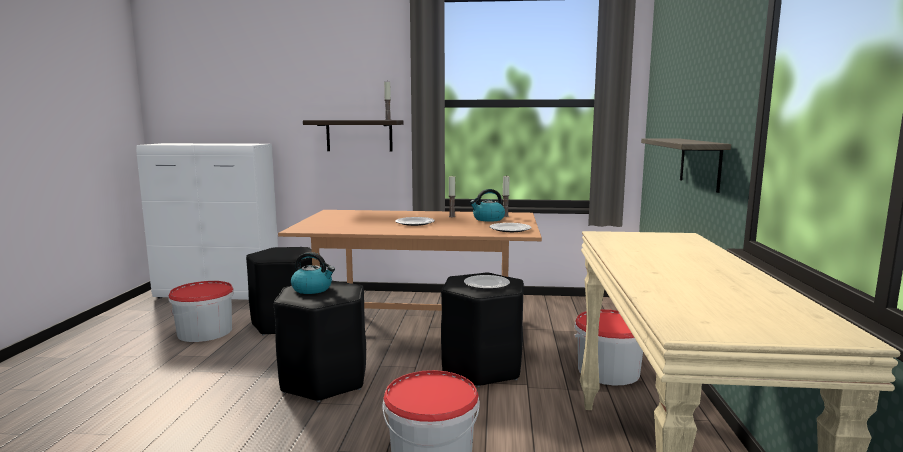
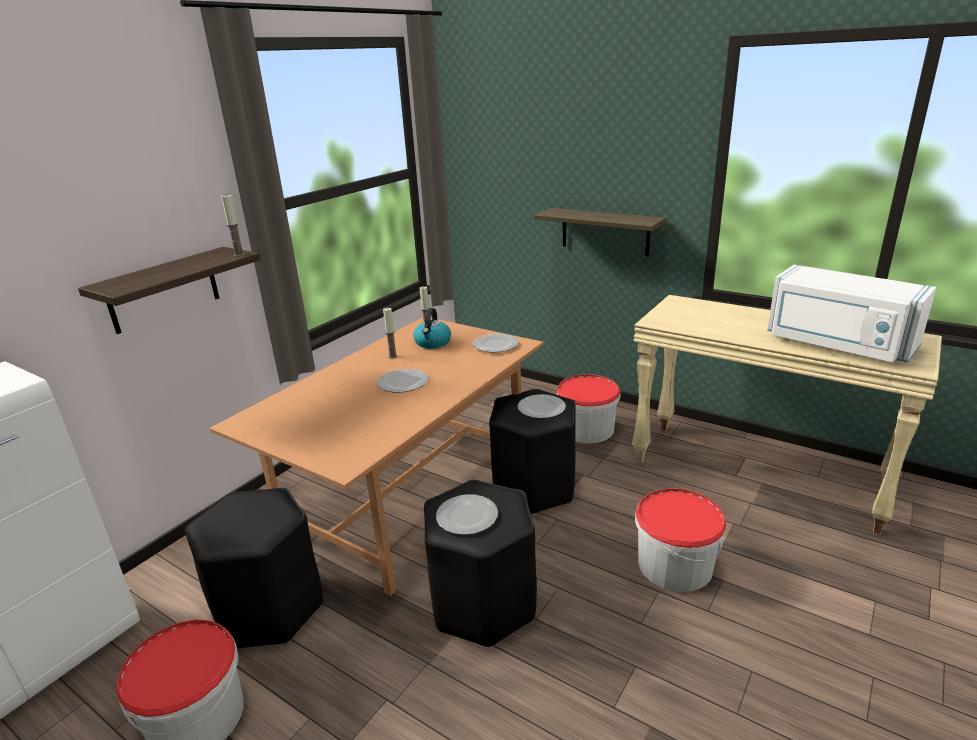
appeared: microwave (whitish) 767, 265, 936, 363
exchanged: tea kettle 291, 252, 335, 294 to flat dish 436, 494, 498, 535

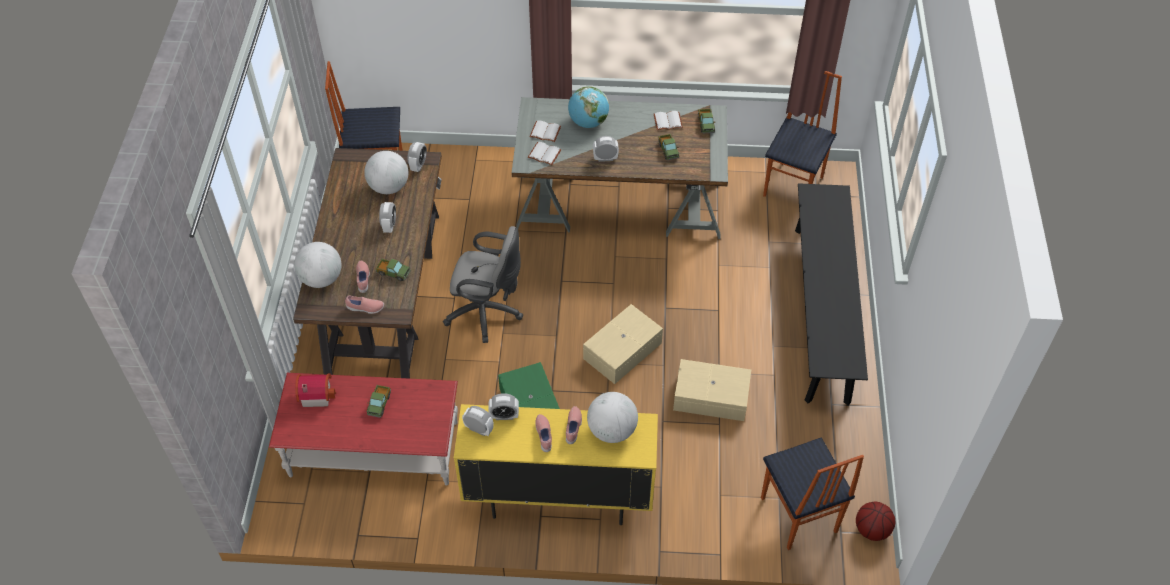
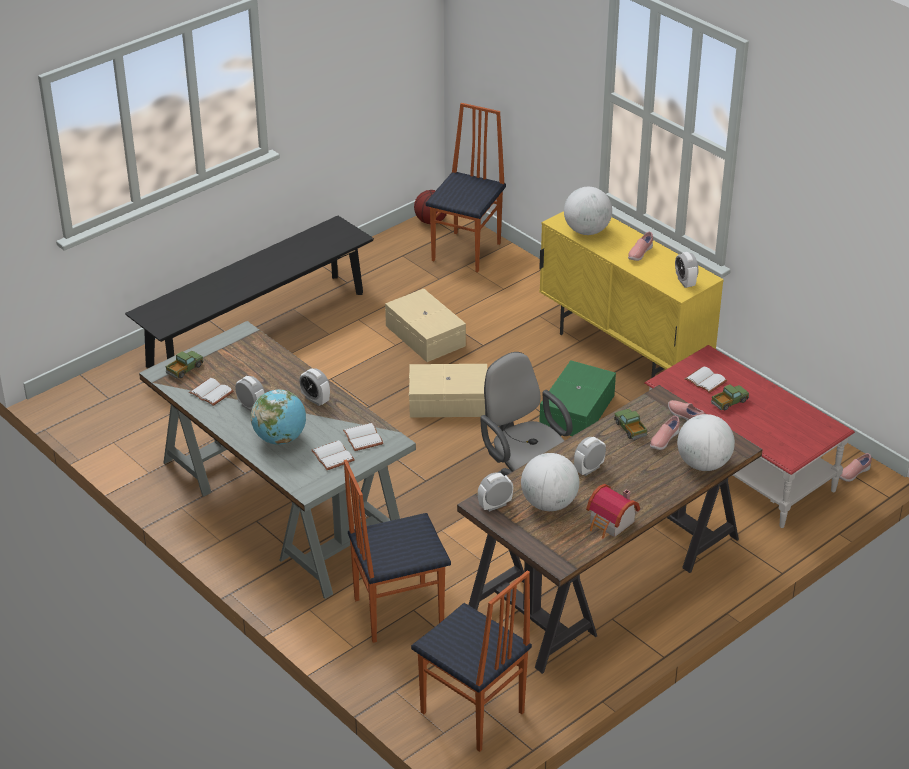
missing: model truck 658, 134, 679, 160
appeared: book (whitish) 684, 366, 728, 393
relocated: plain chair 763, 71, 842, 197 to 344, 460, 451, 643; miniature house 295, 373, 336, 407 to 586, 484, 640, 539; bedside clock 488, 393, 519, 420 to 235, 376, 265, 411; item of footwear (pink-coloured) 566, 406, 582, 444 to 839, 453, 872, 482

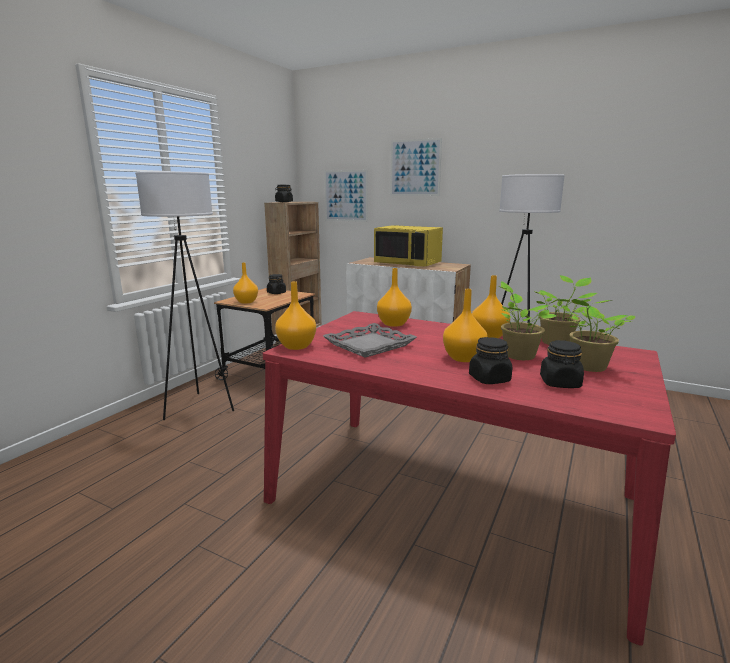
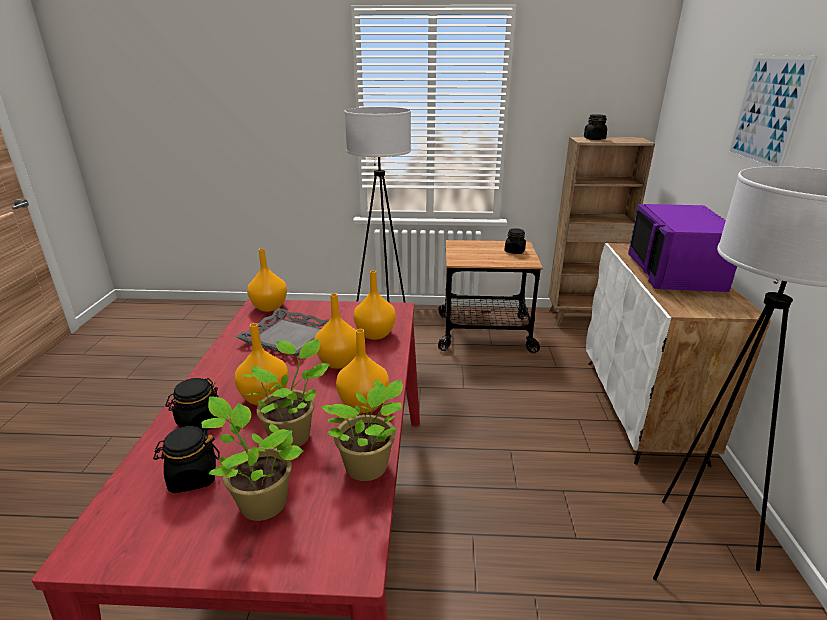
missing: wall art 324, 170, 368, 222
relocated: vase (orangey) 233, 263, 258, 304 to 314, 293, 357, 369
colour: microwave (yellowish) 374, 225, 443, 267 to microwave (purple-coloured) 628, 204, 737, 292

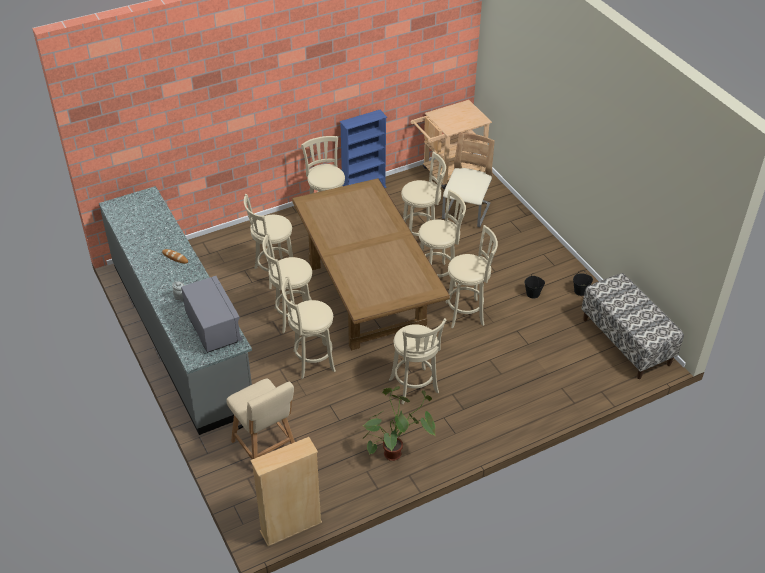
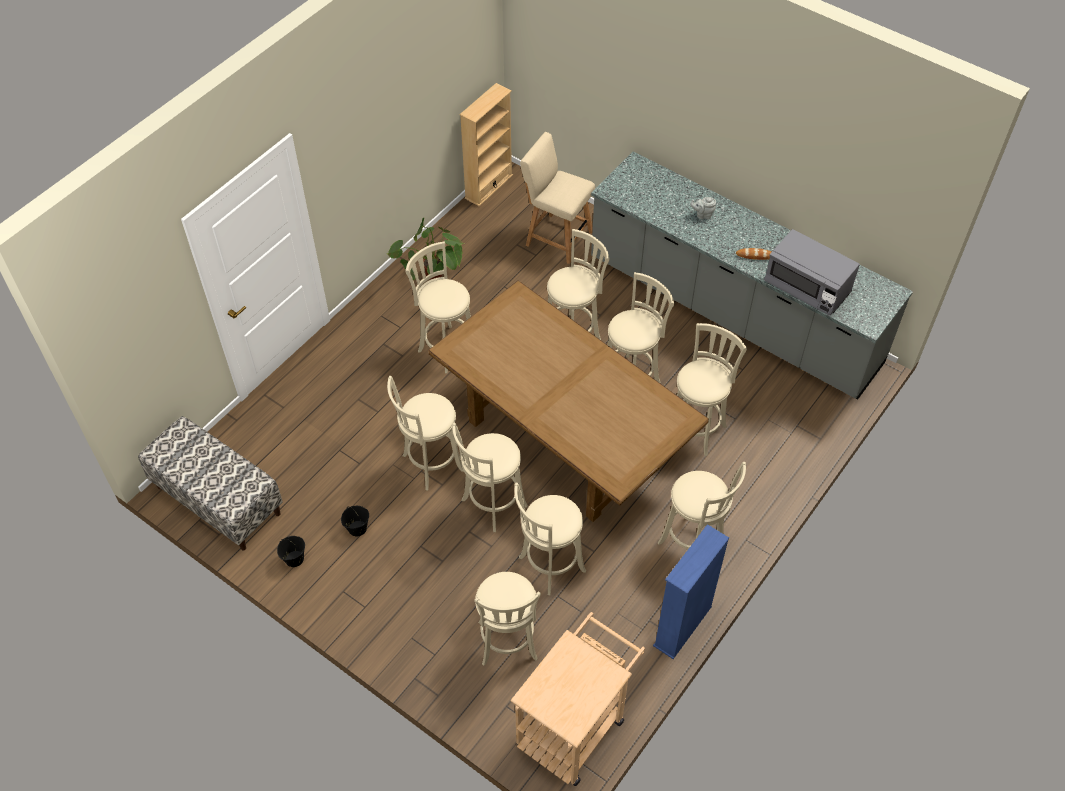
relocated: microwave (greyish) 181, 276, 242, 353 to 764, 229, 860, 316
exchanged: plain chair (sand-coloured) 442, 133, 495, 227 to stool seat (sand-coloured) 474, 572, 541, 666

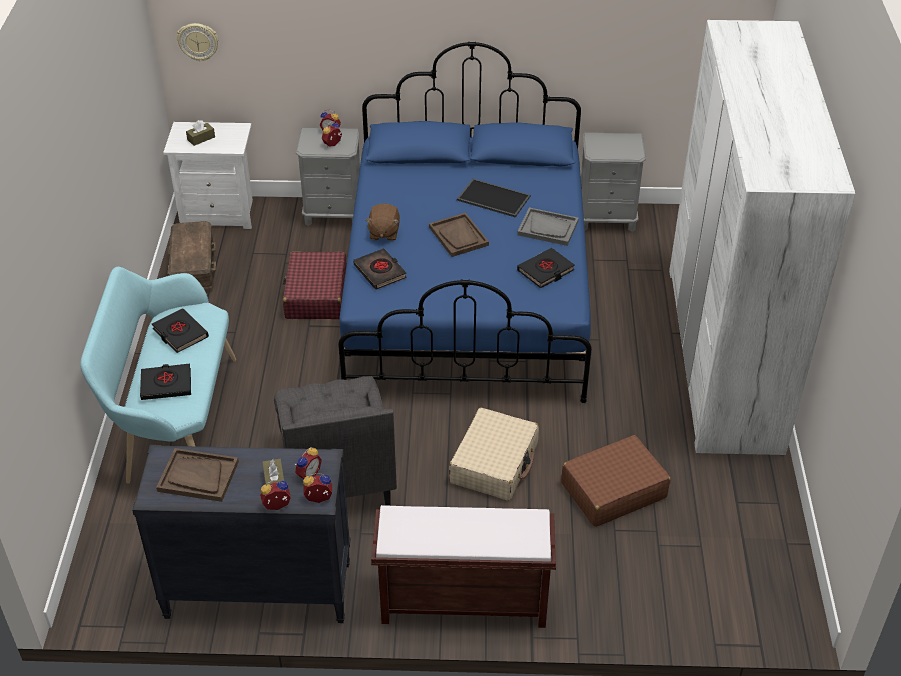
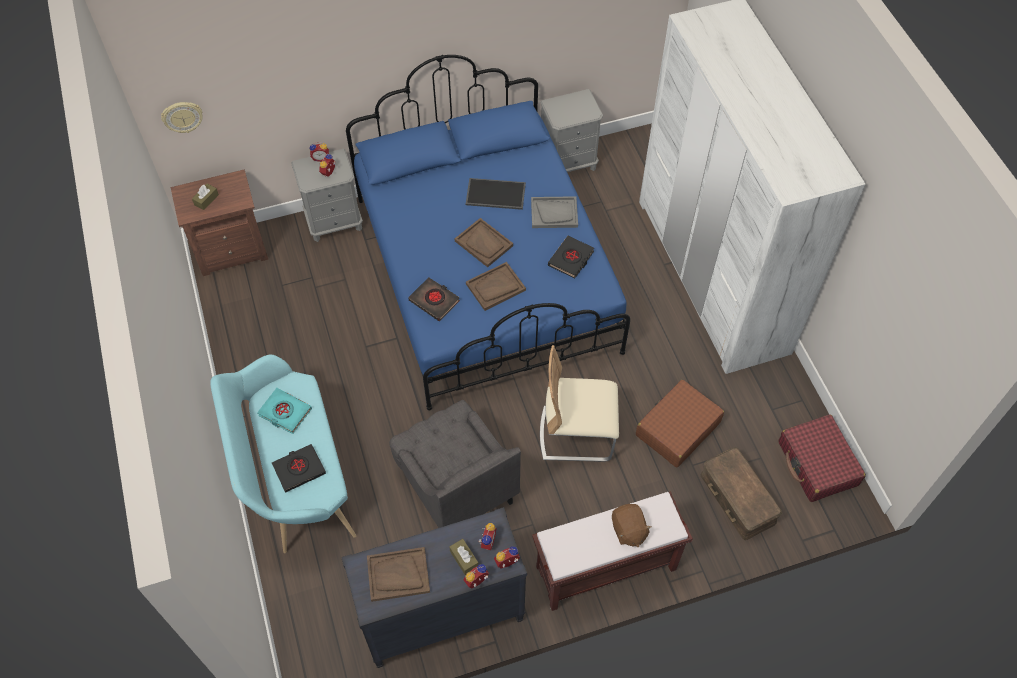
appeared: serving tray (brownish) 466, 262, 526, 311
relocated: cuddly toy (brownish) 365, 203, 400, 241 to 612, 504, 651, 547; storage container (brownish) 168, 221, 216, 293 to 700, 447, 782, 540; suitcase (reddish) 283, 251, 347, 319 to 778, 414, 866, 502
exchanged: suitcase (sand-coloured) 449, 407, 539, 501 to plain chair (sand-coloured) 540, 345, 619, 462
colour: bedside table (whitish) 163, 122, 253, 229 to bedside table (brownish) 171, 169, 268, 276; book (blackish) 152, 308, 209, 353 to book (turquoise-coloured) 257, 388, 312, 434

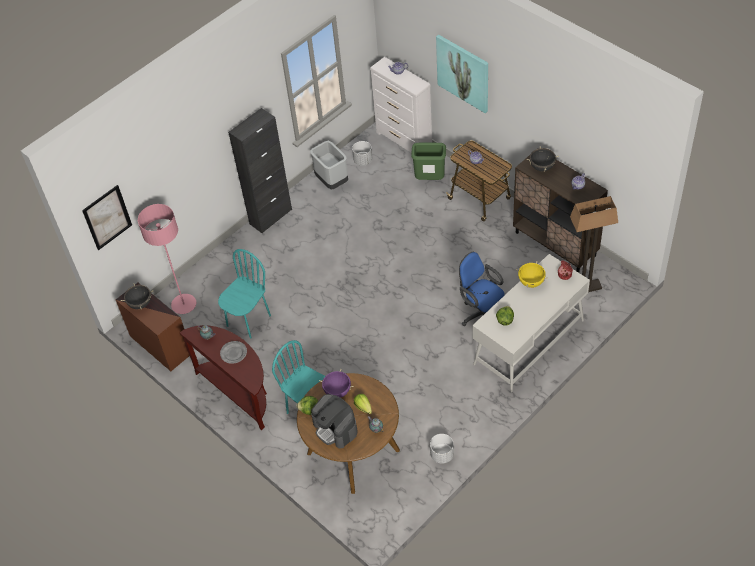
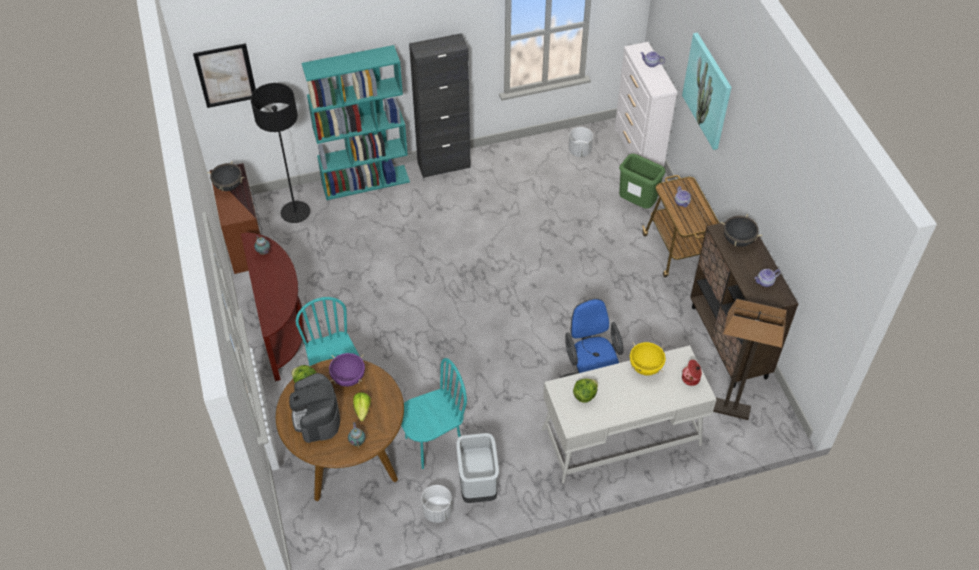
missing: flat dish (greyish) 220, 341, 247, 364
appeared: shelving unit (turquoise-coloured) 302, 45, 410, 200
relocated: trash can (greyish) 310, 141, 348, 190 to 456, 433, 499, 503; plain chair (turquoise-coloured) 218, 249, 271, 339 to 401, 358, 467, 469
colour: standard lamp (pink-coloured) 138, 204, 196, 314 to standard lamp (blackish) 251, 83, 310, 223

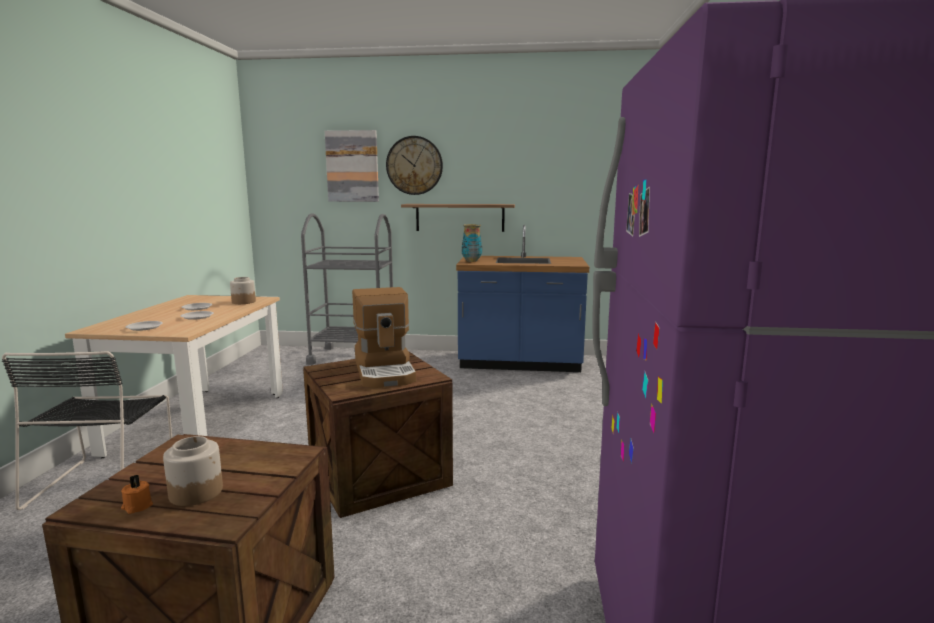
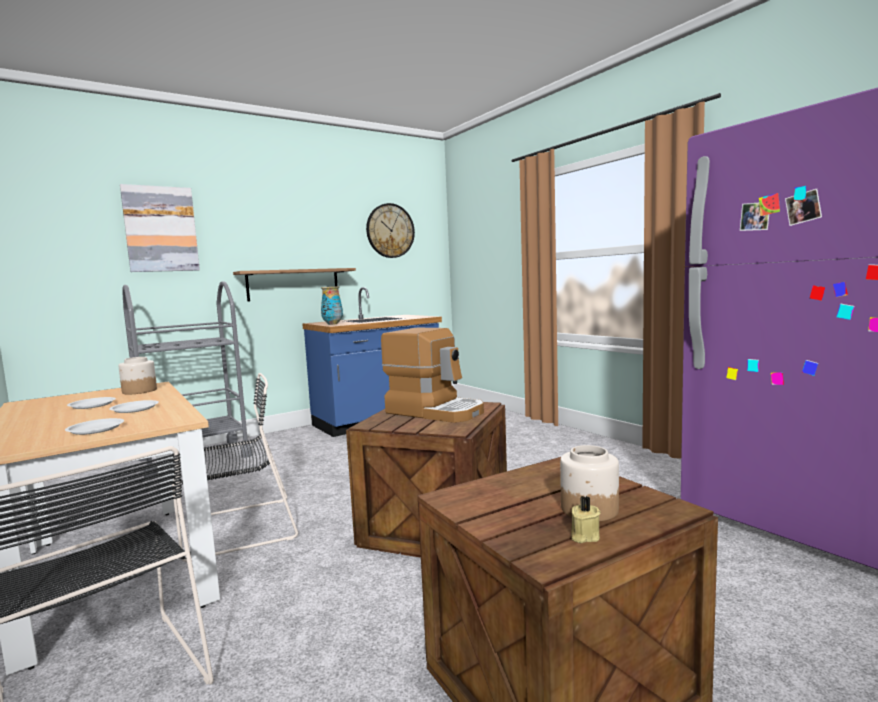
appeared: plain chair (blackish) 172, 373, 298, 562
relocated: wall clock 386, 136, 443, 195 to 366, 203, 415, 258
colour: candle (orangey) 121, 475, 153, 514 to candle (sand-coloured) 571, 496, 601, 543

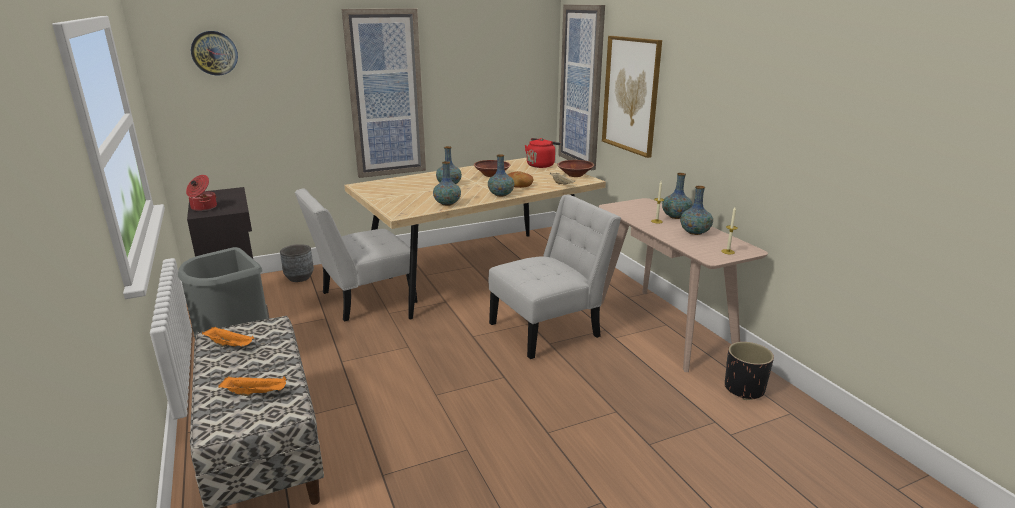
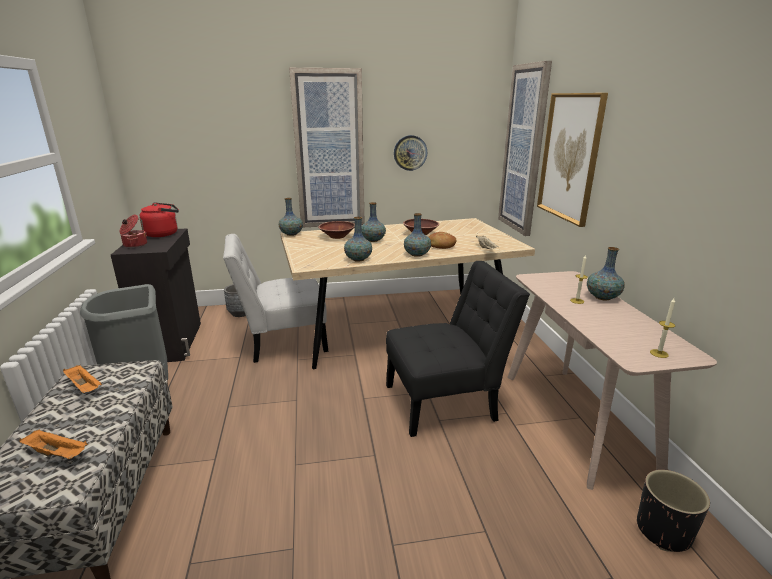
relocated: wall clock 191, 31, 238, 76 to 394, 135, 427, 171; tea kettle (reddish) 525, 138, 561, 168 to 139, 202, 179, 237; bowl (brownish) 557, 160, 594, 177 to 318, 221, 355, 239; vase 680, 186, 713, 235 to 279, 198, 303, 236
colour: plain chair (whitish) 488, 195, 621, 359 to plain chair (blackish) 386, 261, 530, 437

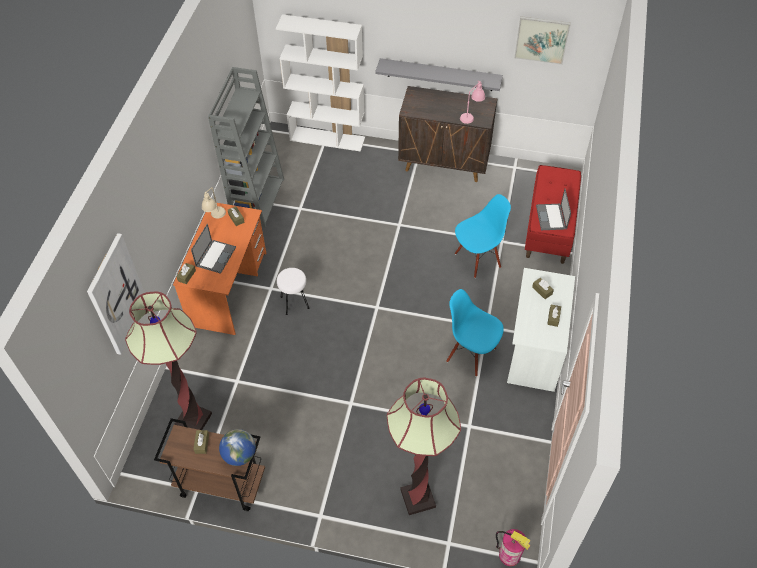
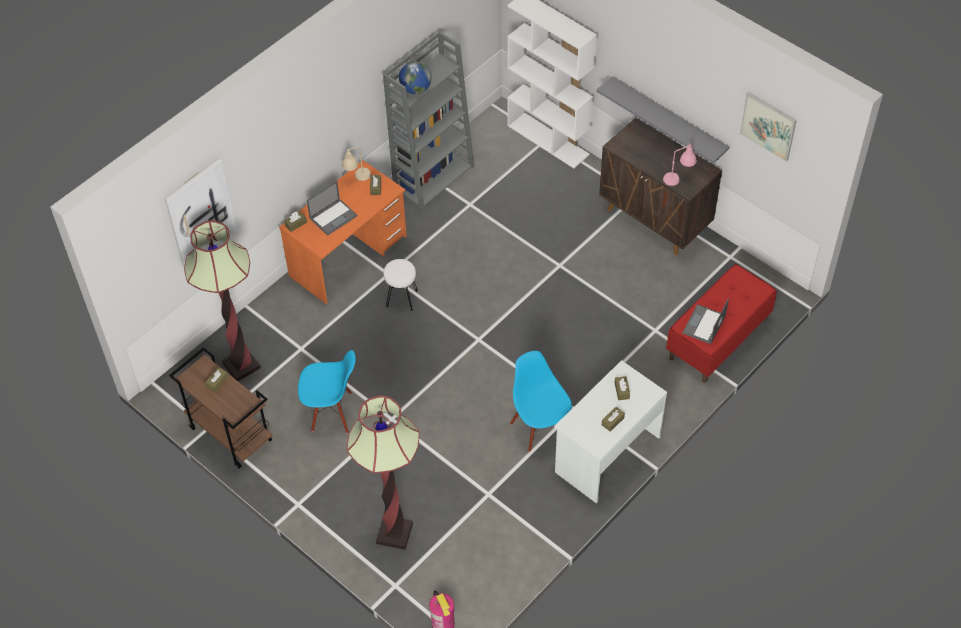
relocated: plain chair (blue-coloured) 455, 194, 511, 278 to 298, 350, 355, 434; world globe 219, 429, 256, 466 to 399, 61, 432, 94

